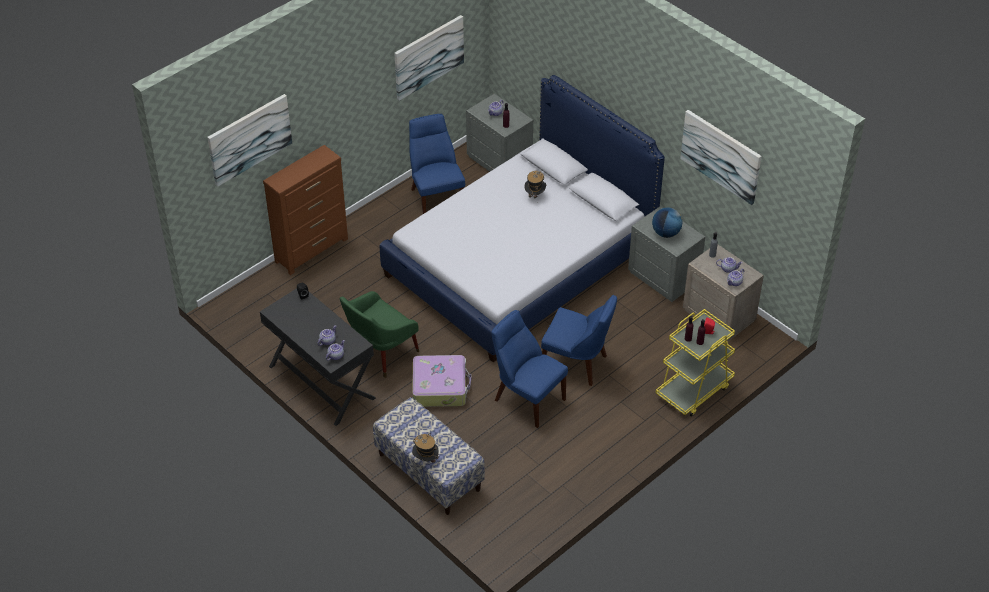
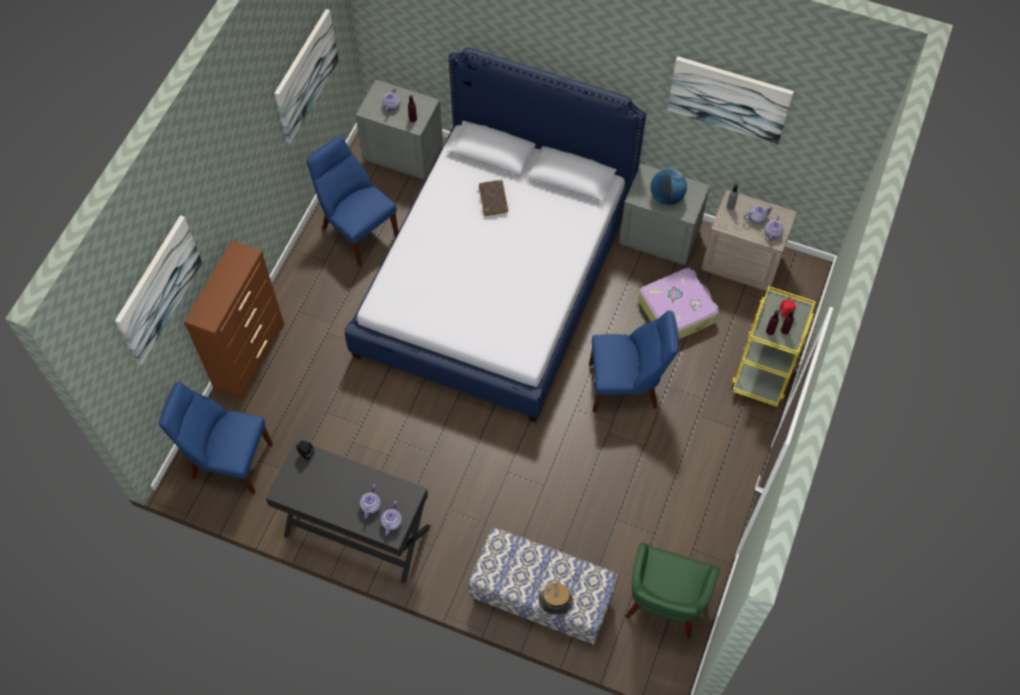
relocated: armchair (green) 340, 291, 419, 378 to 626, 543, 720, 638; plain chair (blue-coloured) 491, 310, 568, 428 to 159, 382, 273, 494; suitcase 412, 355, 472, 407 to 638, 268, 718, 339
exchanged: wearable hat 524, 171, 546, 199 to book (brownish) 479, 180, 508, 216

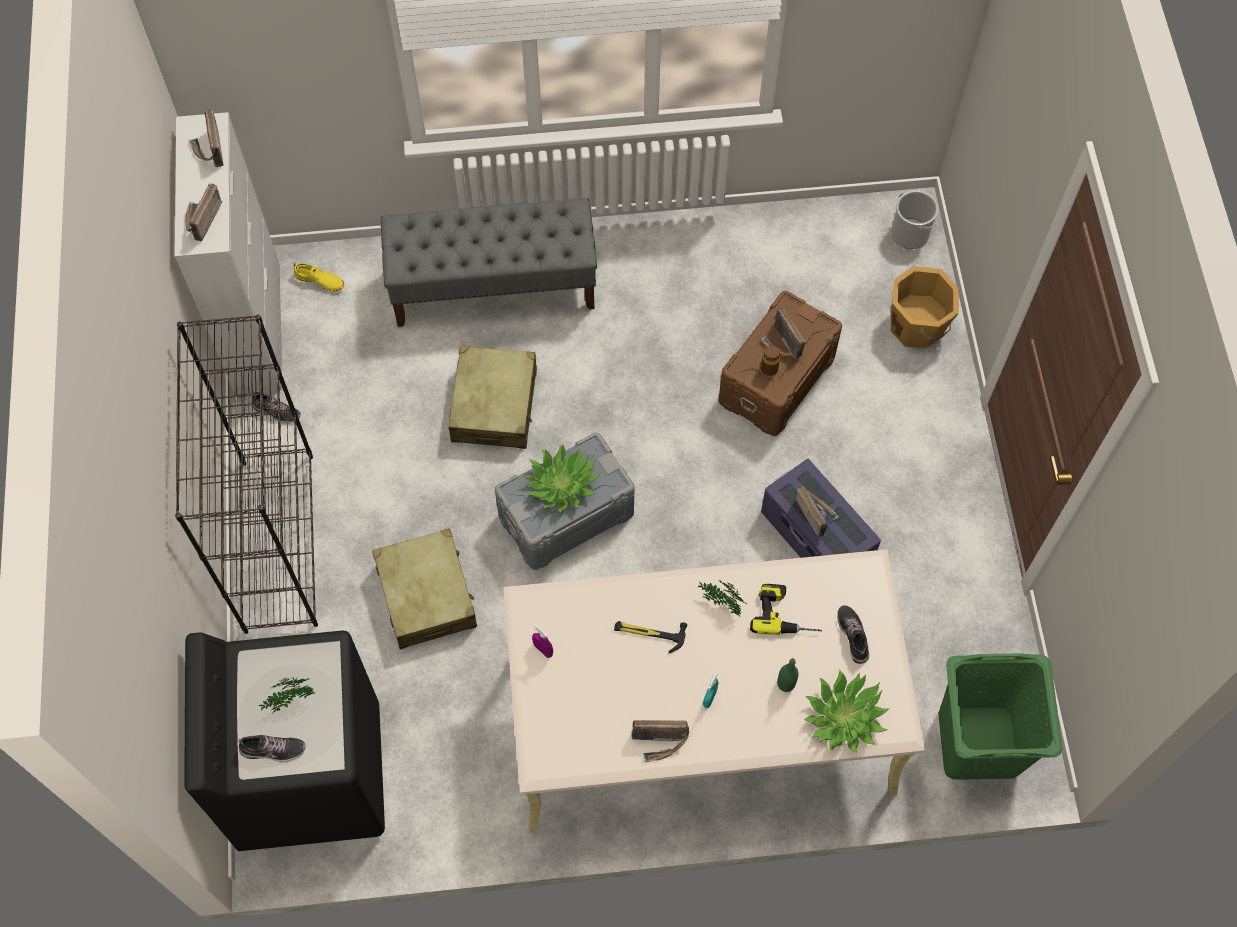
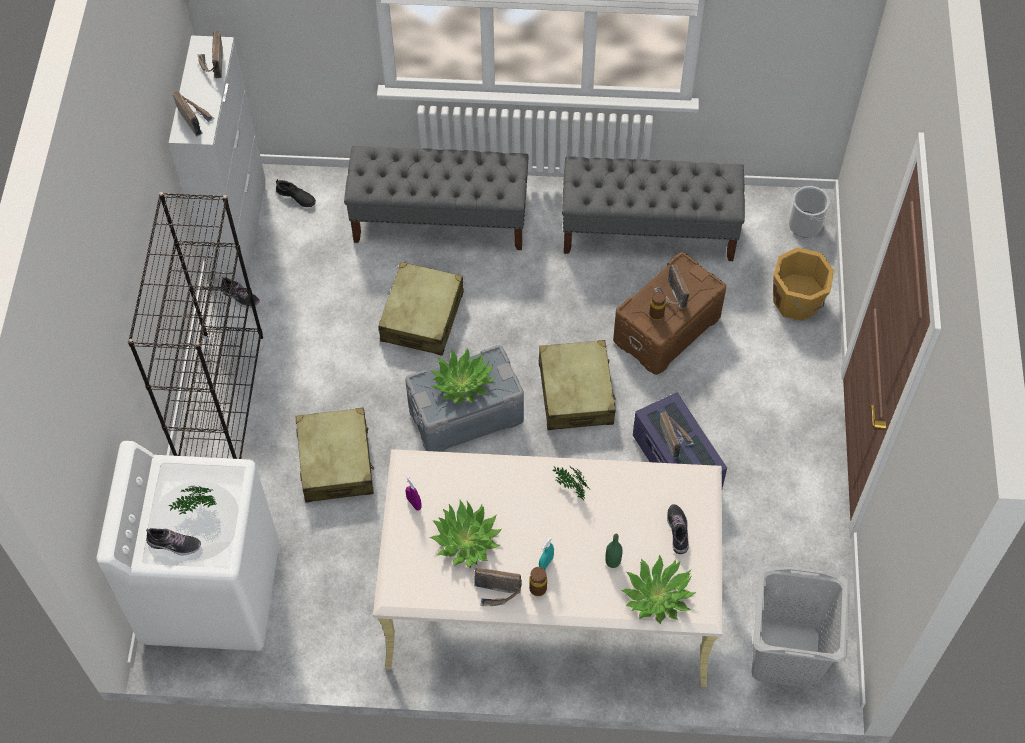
missing: electric drill 750, 584, 822, 635; tool hammer 614, 621, 687, 653
appeared: bench (greyish) 562, 157, 745, 261; suitcase (sand-coloured) 539, 340, 616, 430; plant in a pot 429, 500, 502, 568; drink bottle (brownish) 529, 567, 547, 596
colour: item of footwear (yellowish) 294, 263, 344, 292 to item of footwear (blackish) 276, 179, 316, 207; laundry machine (blackish) 184, 631, 385, 851 to laundry machine (whitish) 96, 441, 279, 651; washing basket (green) 938, 653, 1063, 780 to washing basket (greyish) 752, 566, 850, 688
spun: radio 185, 184, 223, 242 = 173, 90, 215, 137 120 degrees clockwise

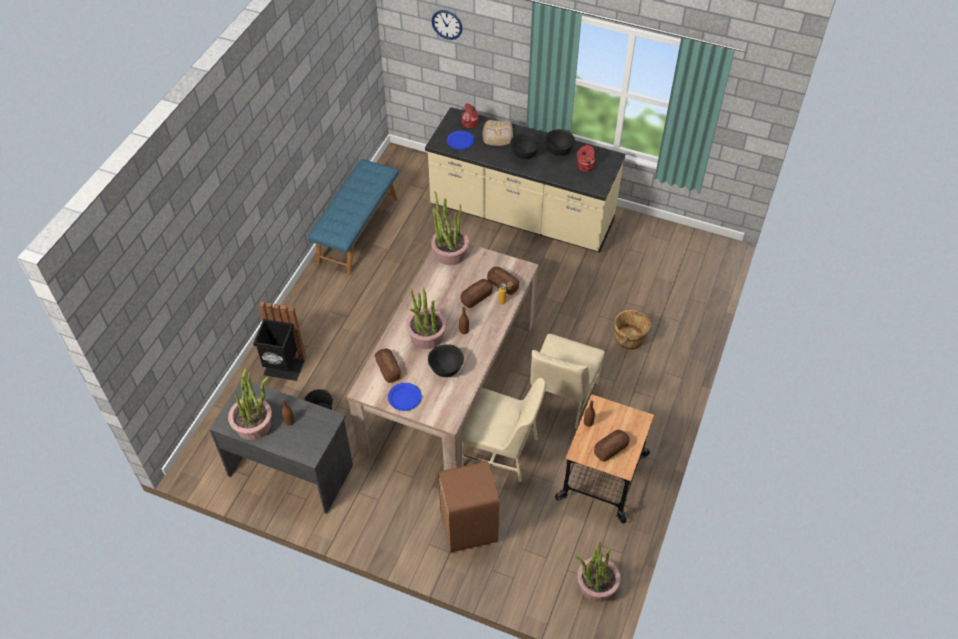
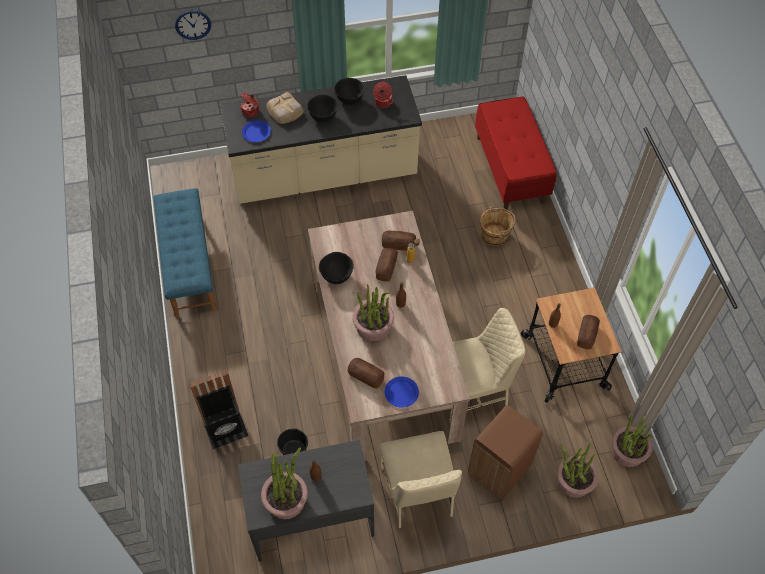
appeared: bench (reddish) 475, 97, 557, 210
relocated: plant in a pot 431, 192, 469, 265 to 557, 443, 599, 498; plain chair (sand-coloured) 530, 334, 605, 429 to 380, 431, 462, 528; bowl (blackish) 428, 344, 464, 377 to 319, 252, 354, 284

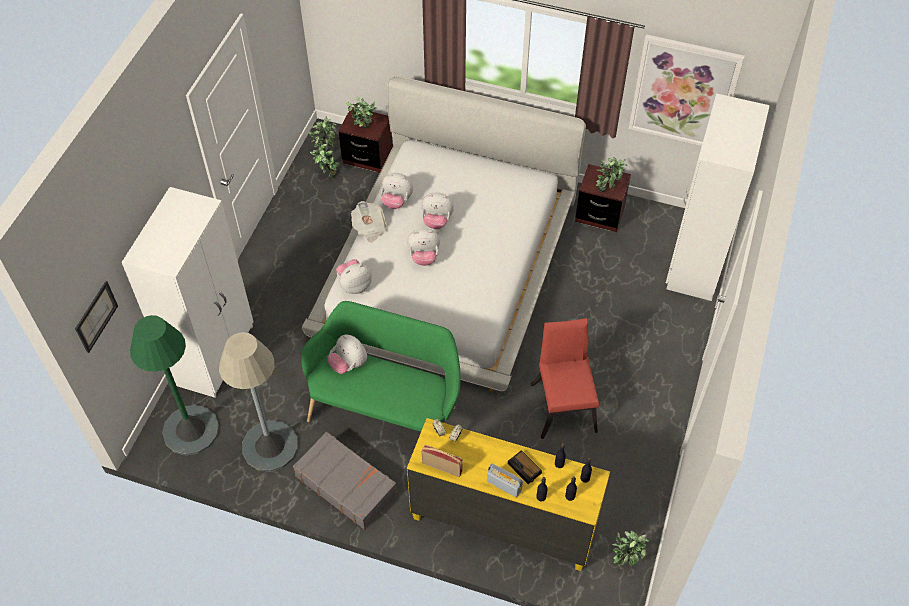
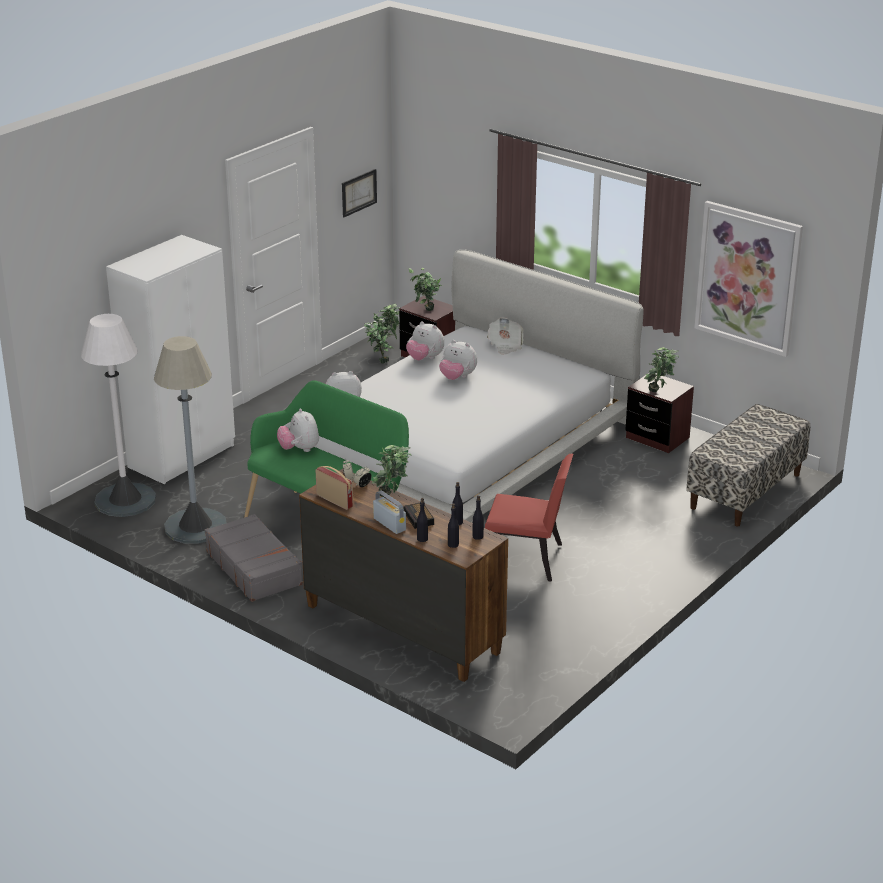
missing: cuddly toy 407, 228, 440, 266
relocated: daily paper 351, 201, 387, 242 to 487, 317, 524, 355; wall art 75, 281, 118, 353 to 342, 169, 377, 217; plant in a pot 612, 530, 649, 566 to 372, 445, 411, 497
exchanged: armoire (whitish) 666, 93, 770, 301 to bench 686, 404, 810, 526
colour: standard lamp (green) 130, 315, 219, 455 to standard lamp (whitish) 81, 314, 156, 517; drawer chest (yellowish) 407, 418, 610, 571 to drawer chest (brownish) 299, 469, 508, 682
spun: plain chair (reddish) 531, 318, 599, 439 = 485, 454, 573, 582 90 degrees clockwise

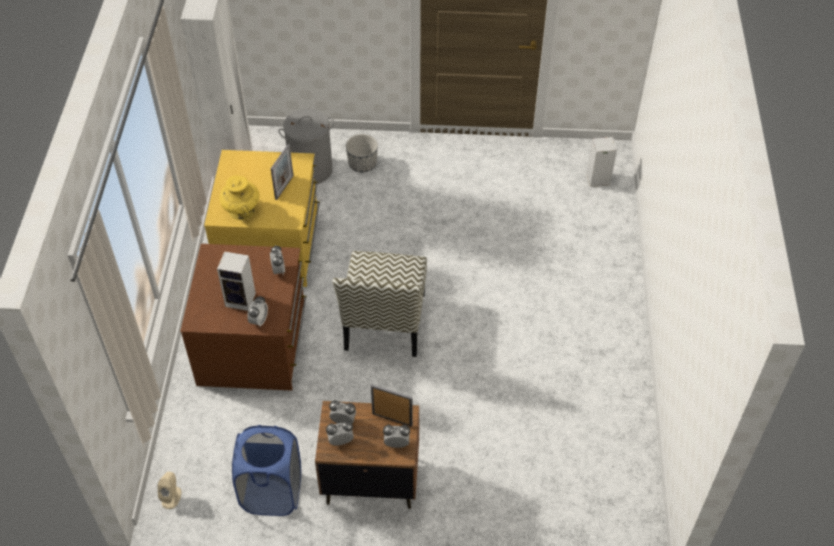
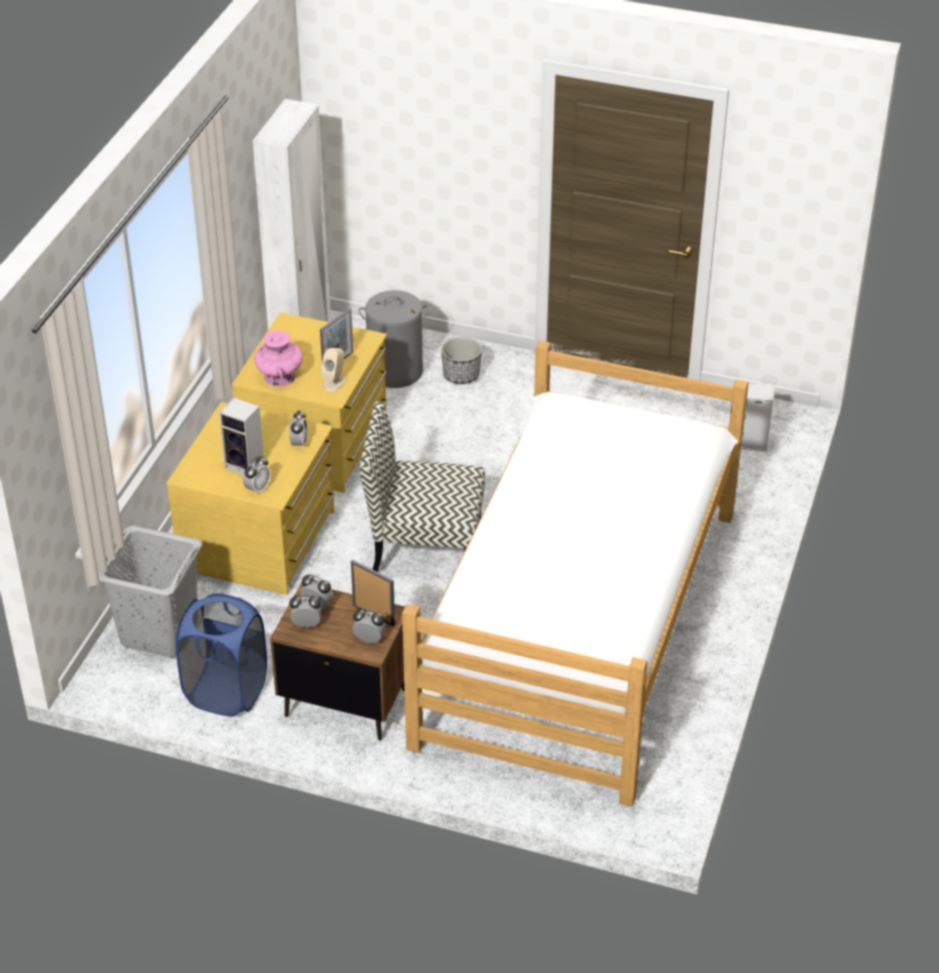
appeared: sleeping bed 402, 340, 749, 807; washing basket (greyish) 98, 525, 202, 658
relocated: audio speaker (sand-coloured) 158, 472, 182, 509 to 321, 348, 346, 392
colour: vase (yellowish) 220, 175, 259, 220 to vase (pink-coloured) 255, 331, 303, 387; drawer chest (brownish) 180, 244, 307, 391 to drawer chest (yellowish) 166, 402, 335, 595
spun: plain chair 332, 251, 427, 357 = 359, 401, 485, 572 75 degrees clockwise

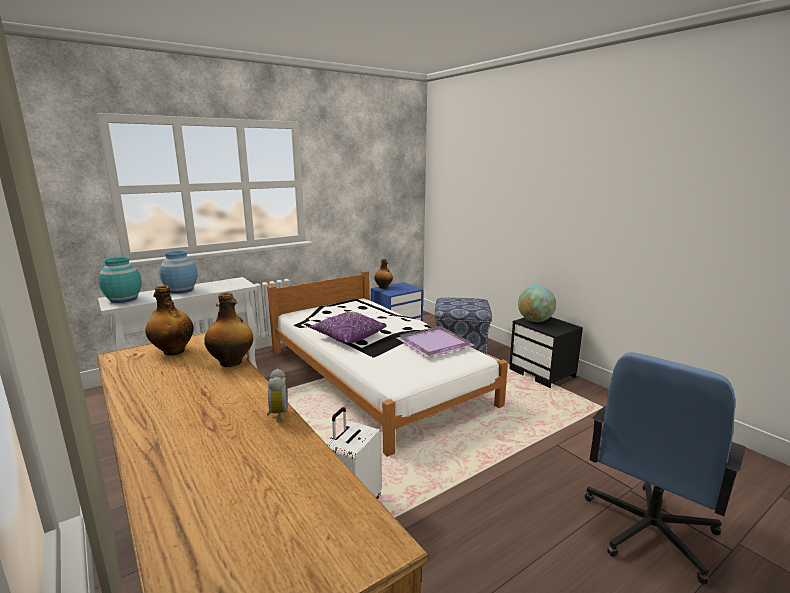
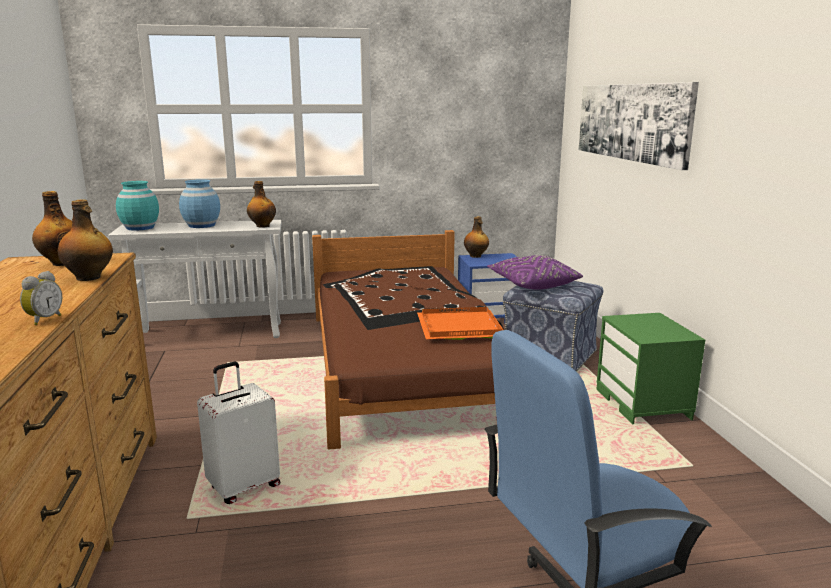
missing: world globe 518, 286, 556, 322
appeared: wall art 579, 82, 699, 170; drink bottle 247, 181, 276, 228
relocated: pillow (purple-coloured) 309, 312, 386, 343 to 487, 255, 583, 290
colour: sleeping bed (whitish) 267, 271, 508, 457 to sleeping bed (brownish) 312, 230, 504, 450; bedside table (blackish) 509, 317, 583, 388 to bedside table (green) 597, 313, 705, 424; serving tray (purple-coloured) 397, 326, 474, 358 to serving tray (orangey) 417, 307, 503, 340

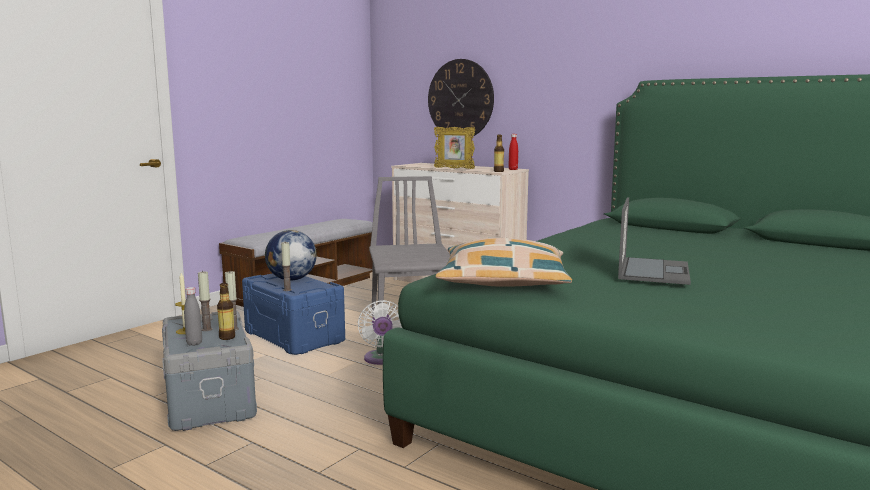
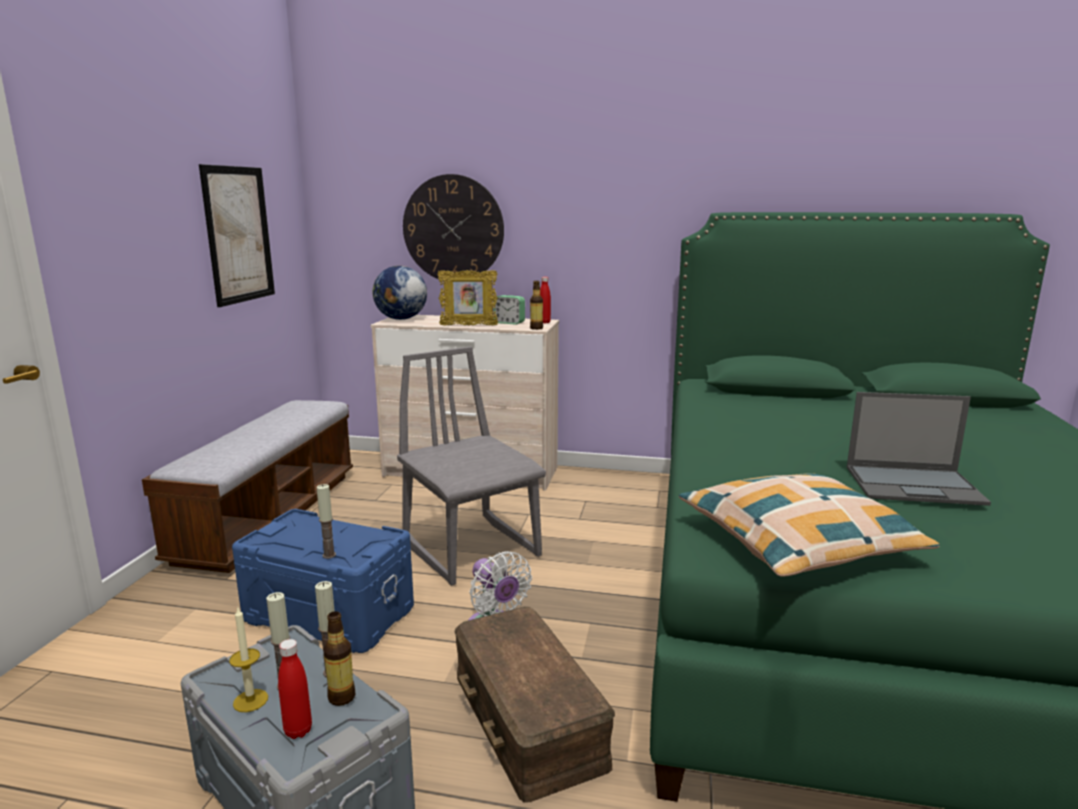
appeared: wall art 199, 164, 275, 307; bedside clock 493, 295, 525, 325; storage container (brownish) 454, 607, 615, 803
relocated: world globe 265, 230, 317, 281 to 372, 266, 427, 320
colour: drink bottle (greyish) 184, 287, 202, 346 to drink bottle (reddish) 278, 639, 312, 739
spun: portable computer 618, 198, 691, 285 = 847, 392, 991, 506 105 degrees clockwise

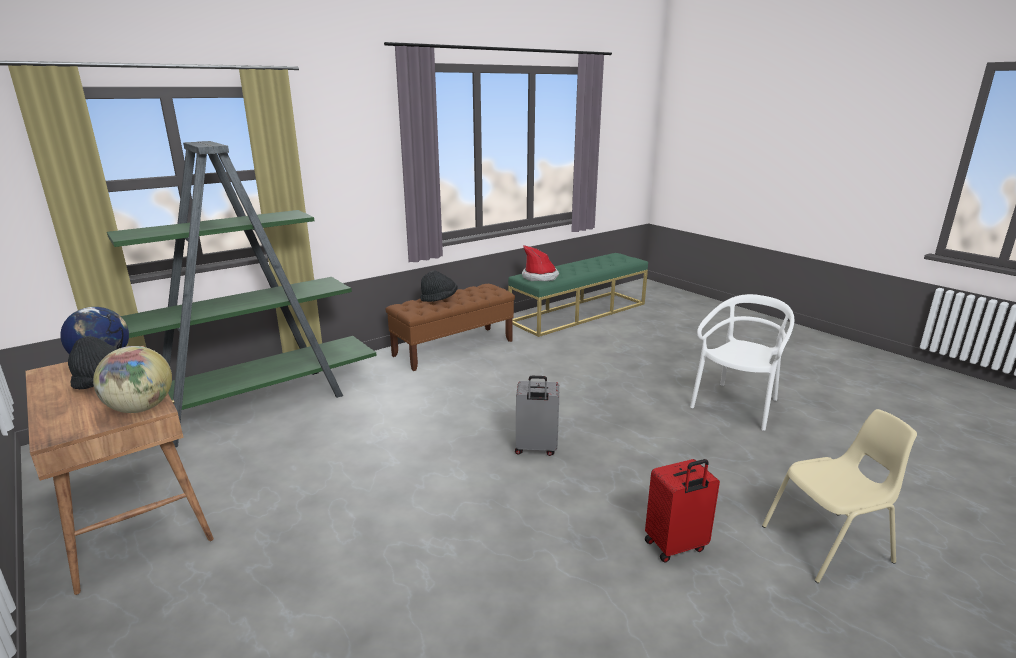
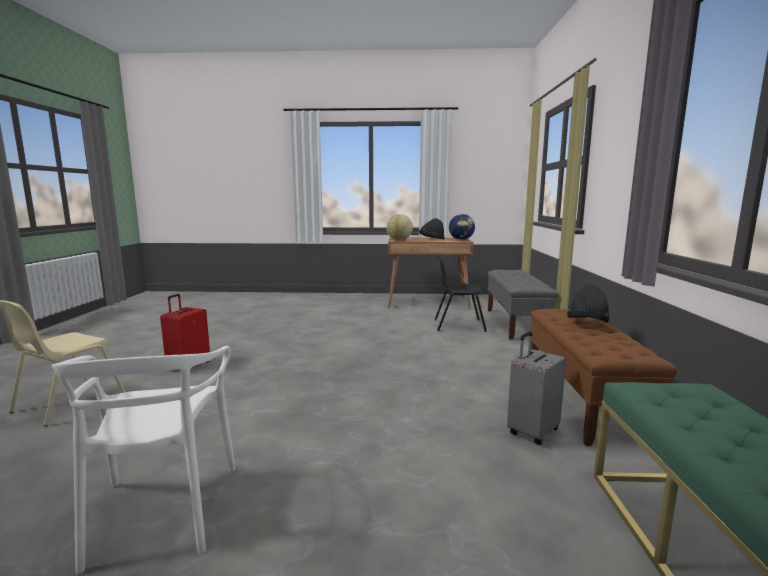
missing: wearable hat 522, 245, 559, 281
appeared: plain chair (blackish) 435, 255, 487, 332
relocated: suitcase (greyish) 515, 376, 559, 456 to 507, 331, 566, 445
exchanged: shelving unit (green) 107, 141, 377, 447 to bench (greyish) 488, 270, 558, 340

